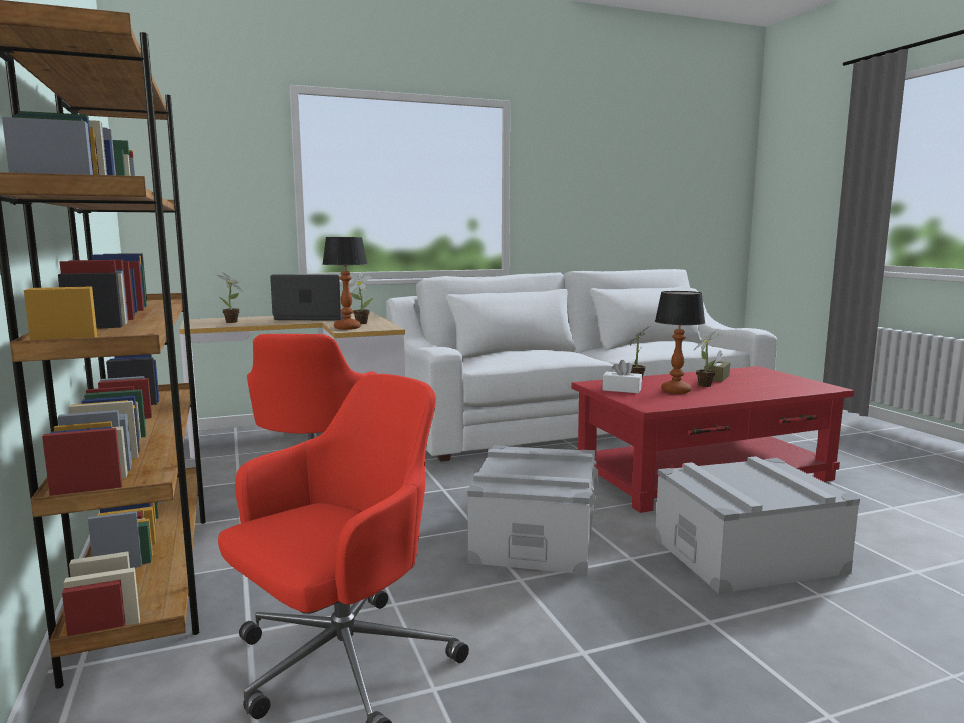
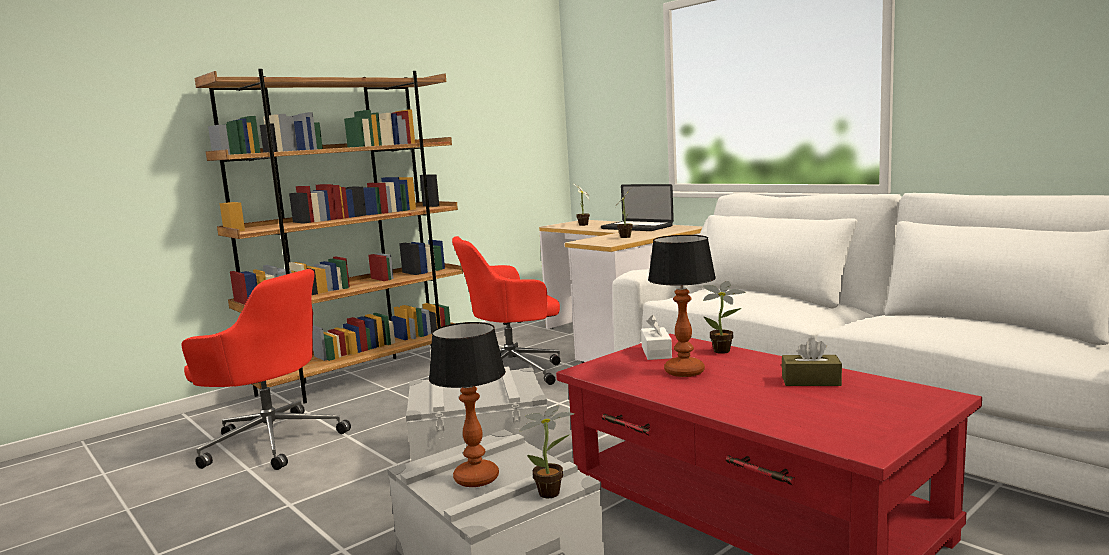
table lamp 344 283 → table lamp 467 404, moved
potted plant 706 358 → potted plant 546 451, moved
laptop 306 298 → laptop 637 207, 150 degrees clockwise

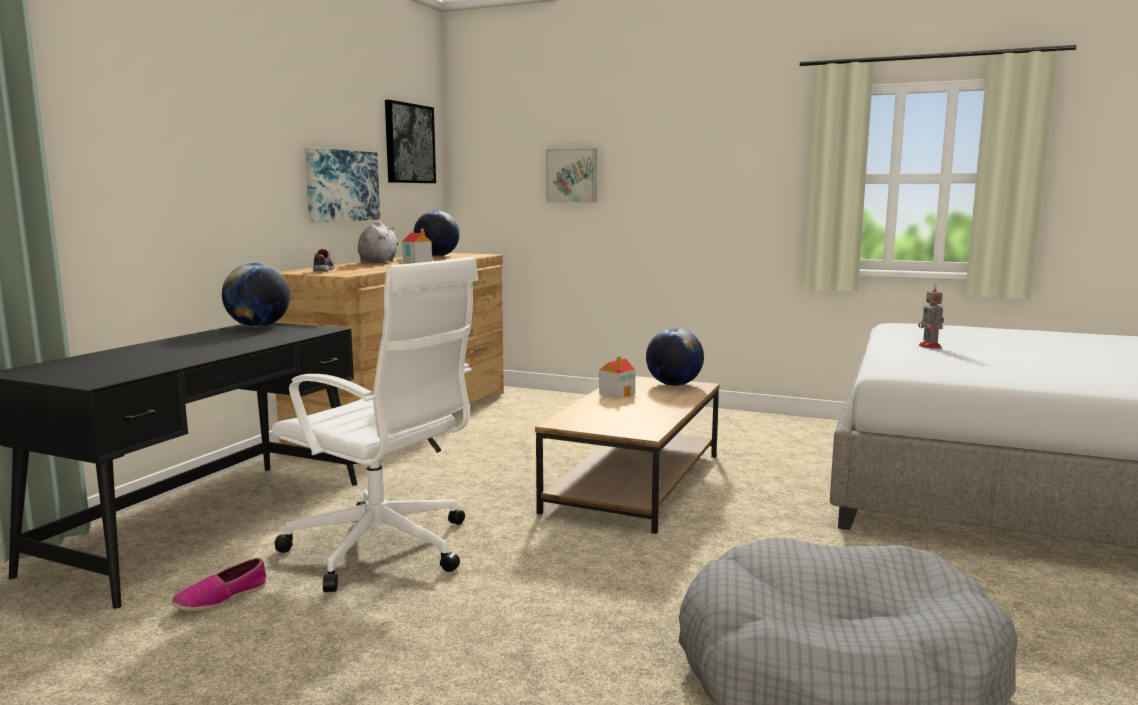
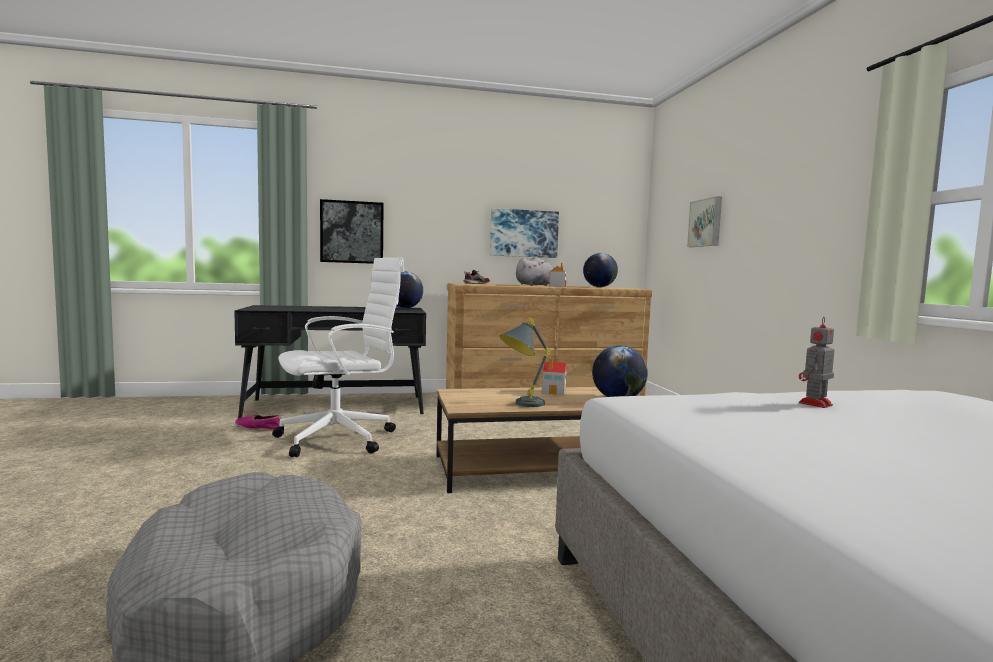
office chair/white 375 424 → office chair/white 338 357, 120 degrees counterclockwise
picture 410 141 → picture 352 231, moved
- → table lamp/grey 525 362

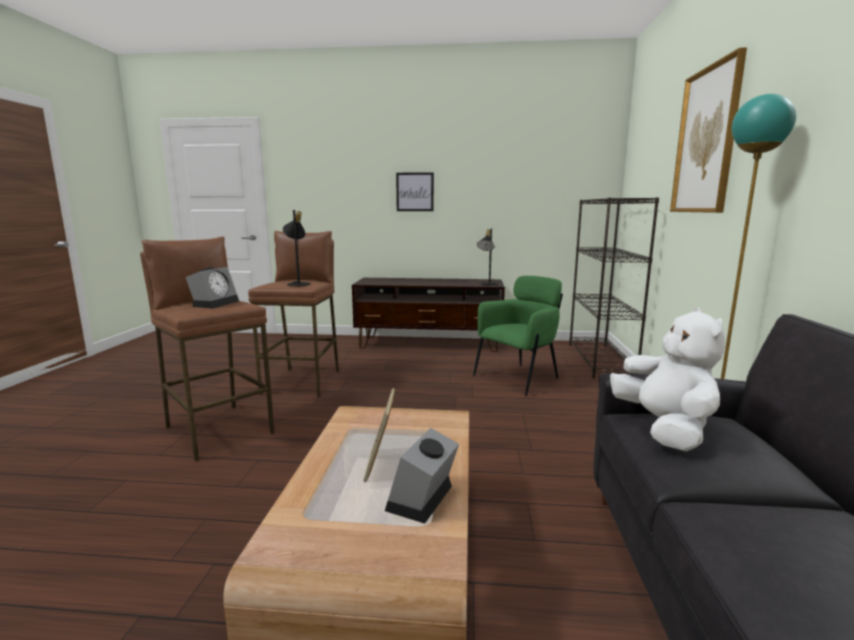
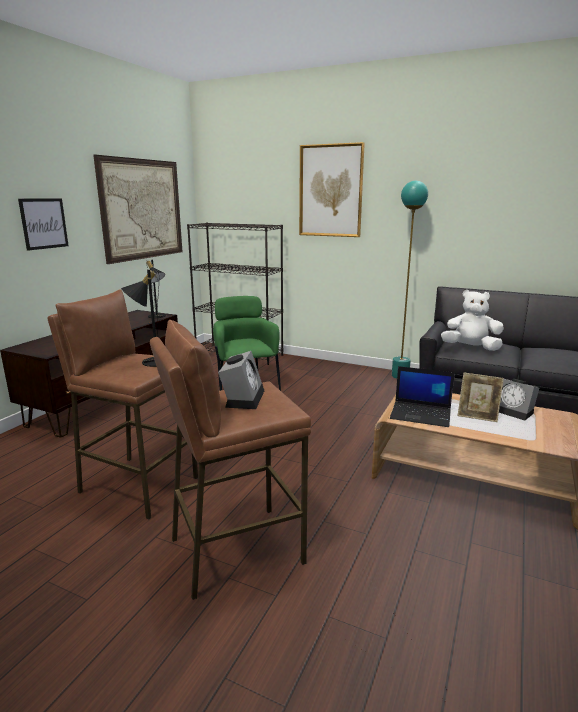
- → picture 137 209
alarm clock 212 287 → alarm clock 241 380, 60 degrees clockwise
- → laptop 422 396

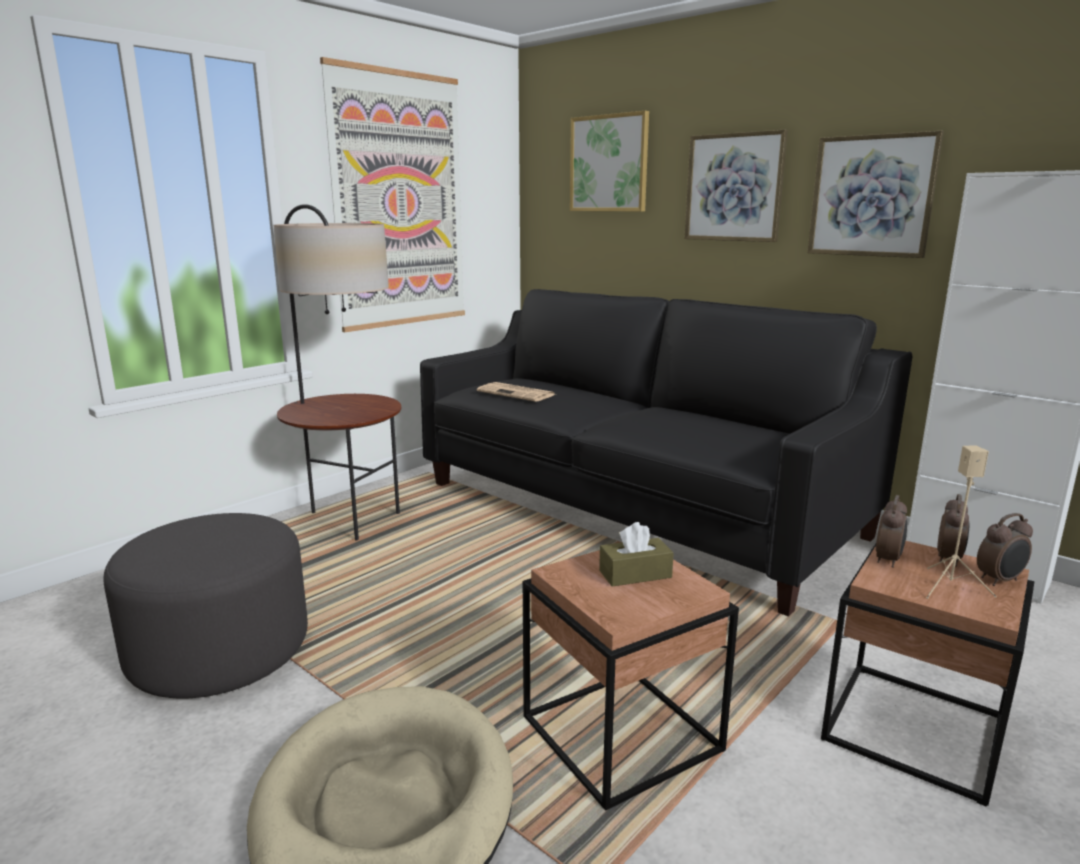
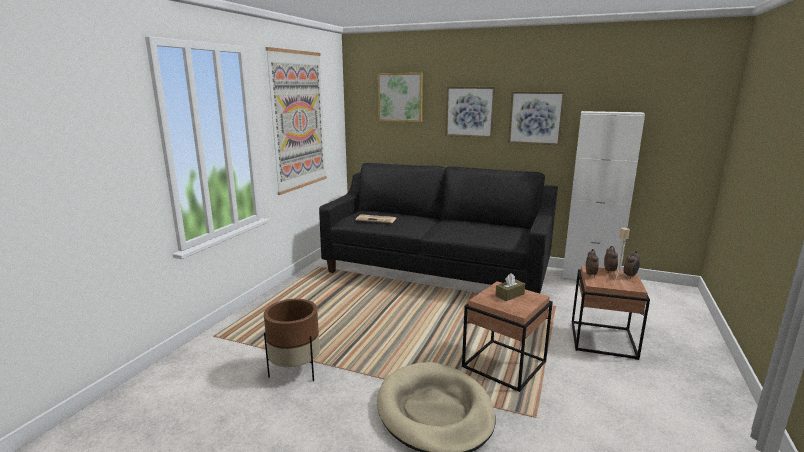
ottoman/grey 205 606 → planter/brown 292 340
floor lamp 337 372 → -

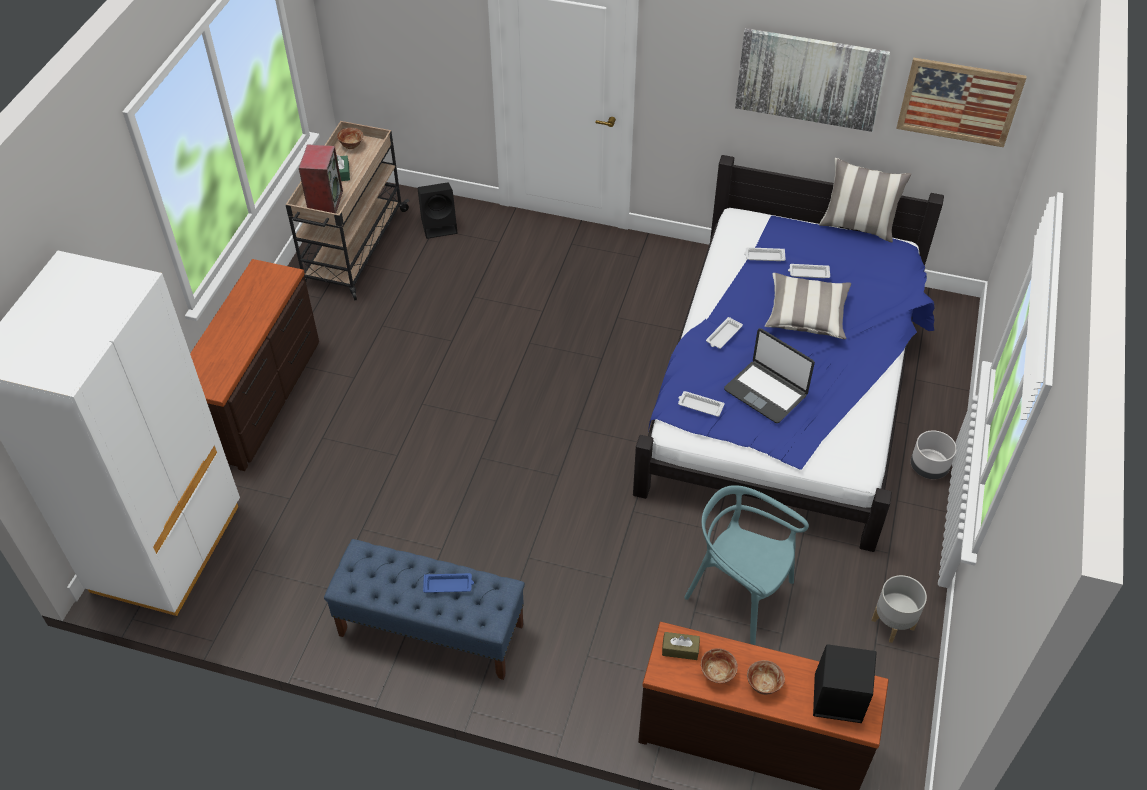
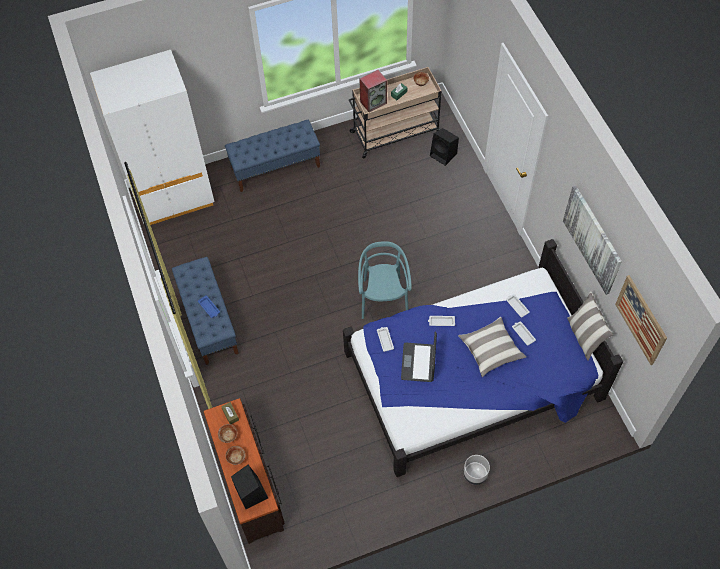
dresser/brown 254 365 → bench/blue 272 156
chair/turquoise 746 565 → chair/turquoise 385 280, moved
planter/grey 899 609 → -

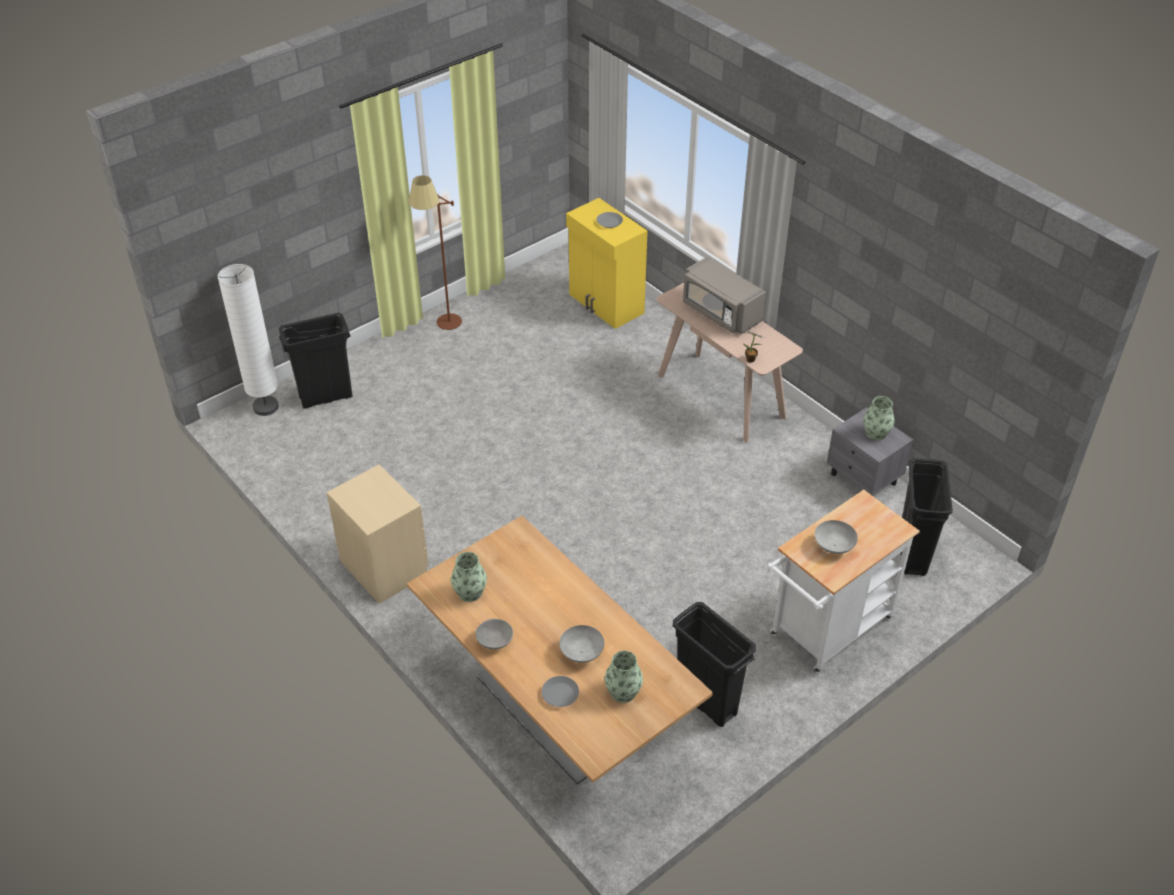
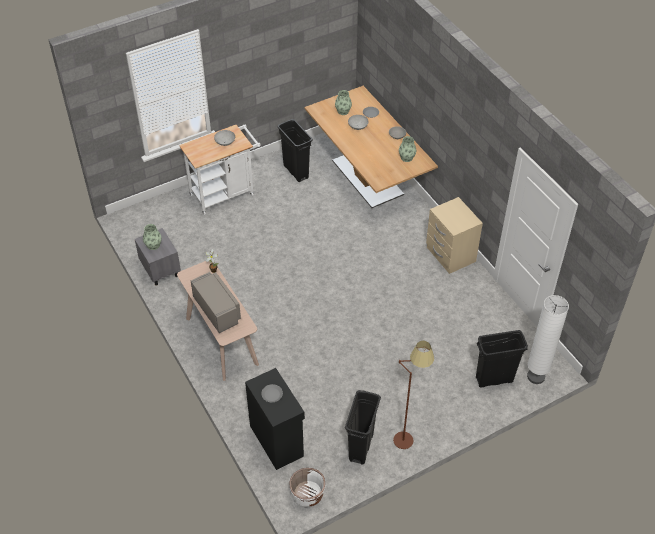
cabinet/yellow 607 263 → cabinet/black 275 419
- → planter/white 307 487
trash can/black 927 517 → trash can/black 363 427, moved

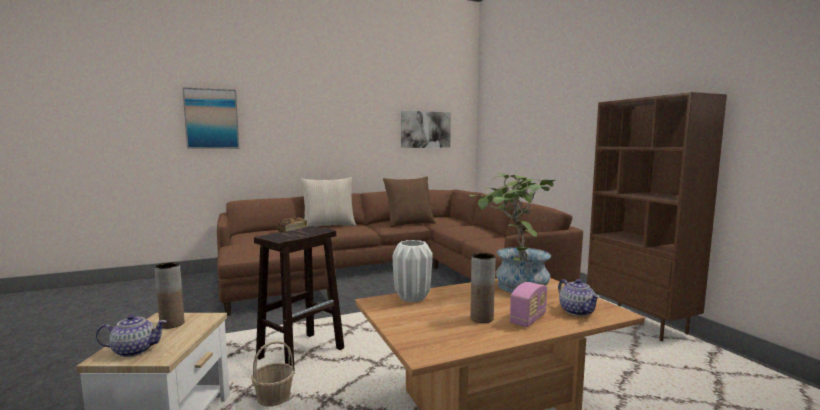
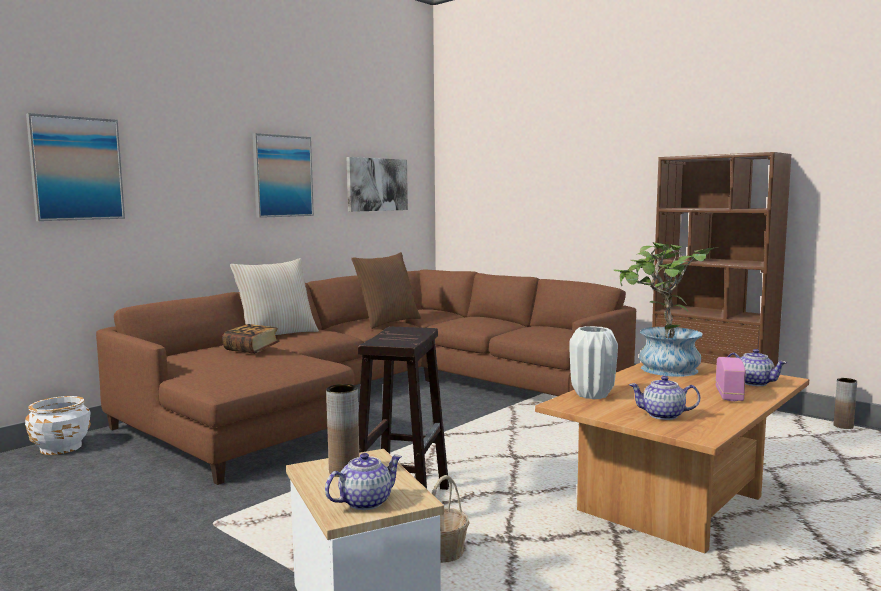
- → planter/white 58 425
- → picture 283 175
- → teapot 664 398
vase/brown 483 288 → vase/brown 845 403, moved

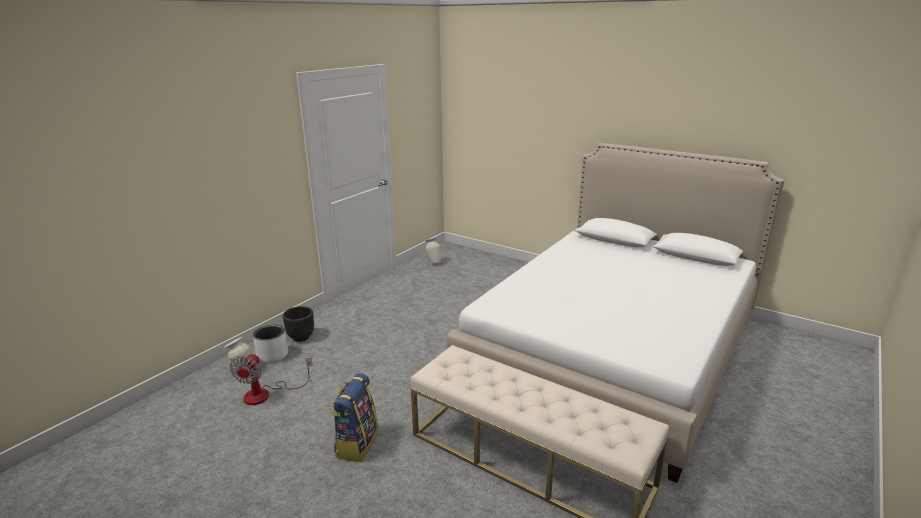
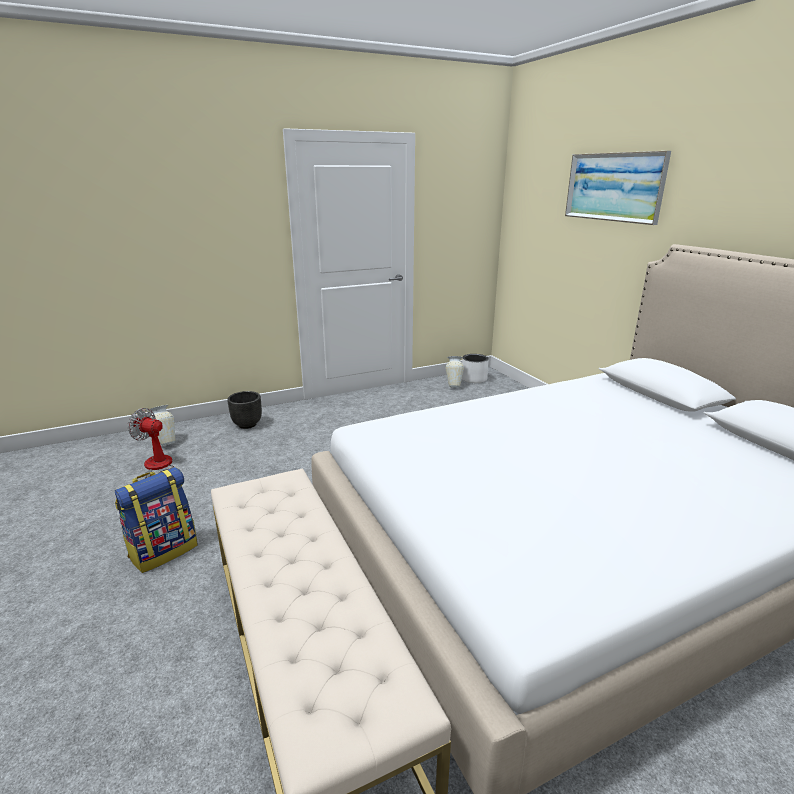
fan 271 379 → fan 151 443, 75 degrees clockwise
planter/white 270 344 → planter/white 475 368, moved
- → picture 618 188

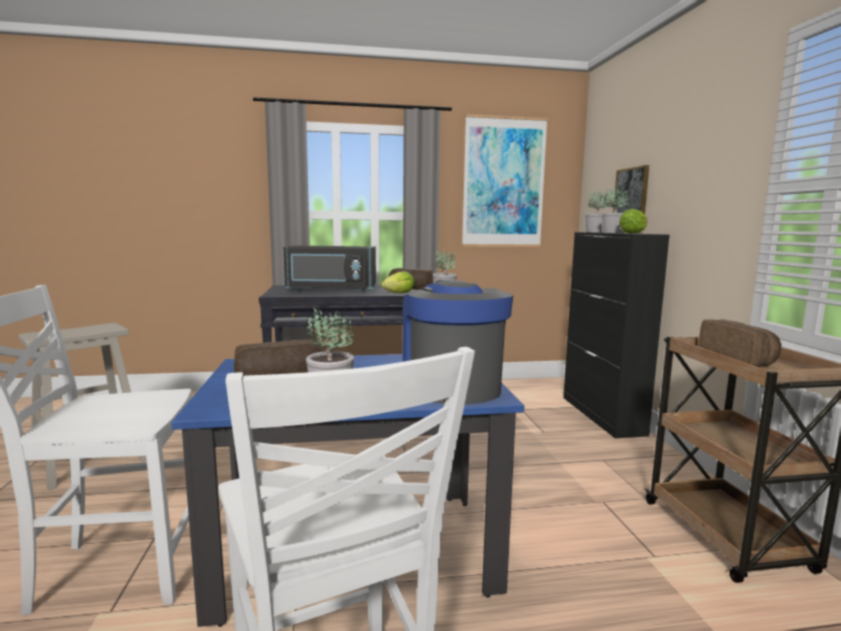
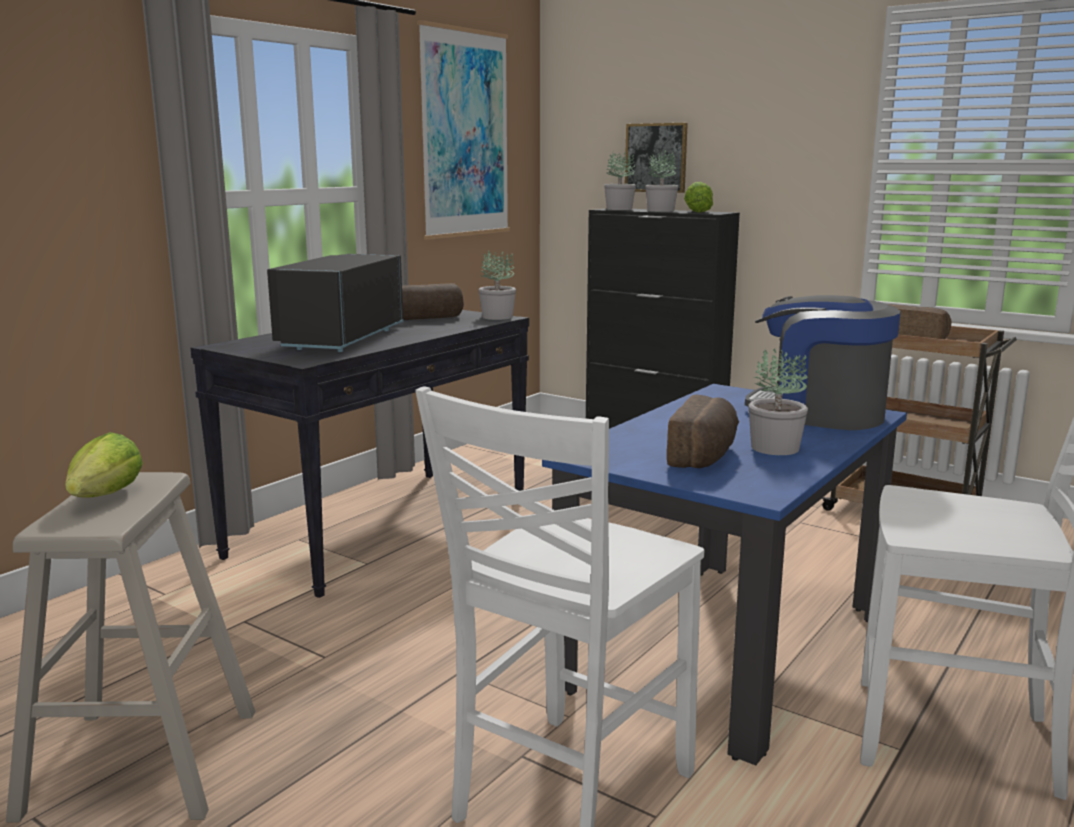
lettuce 397 282 → lettuce 104 465, moved
microwave/black 330 269 → microwave/black 335 303, 150 degrees clockwise

